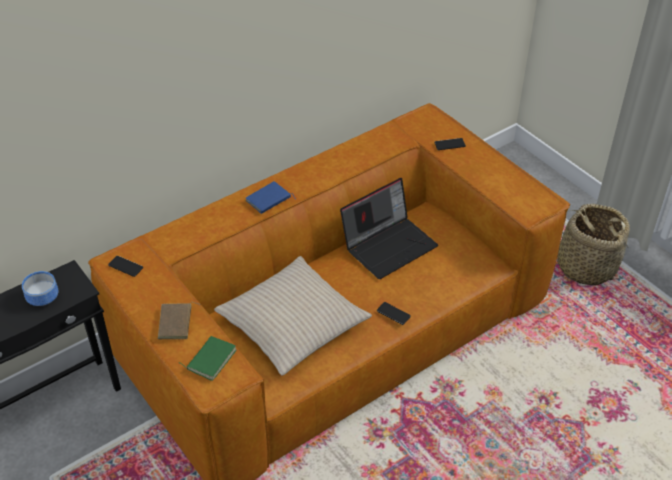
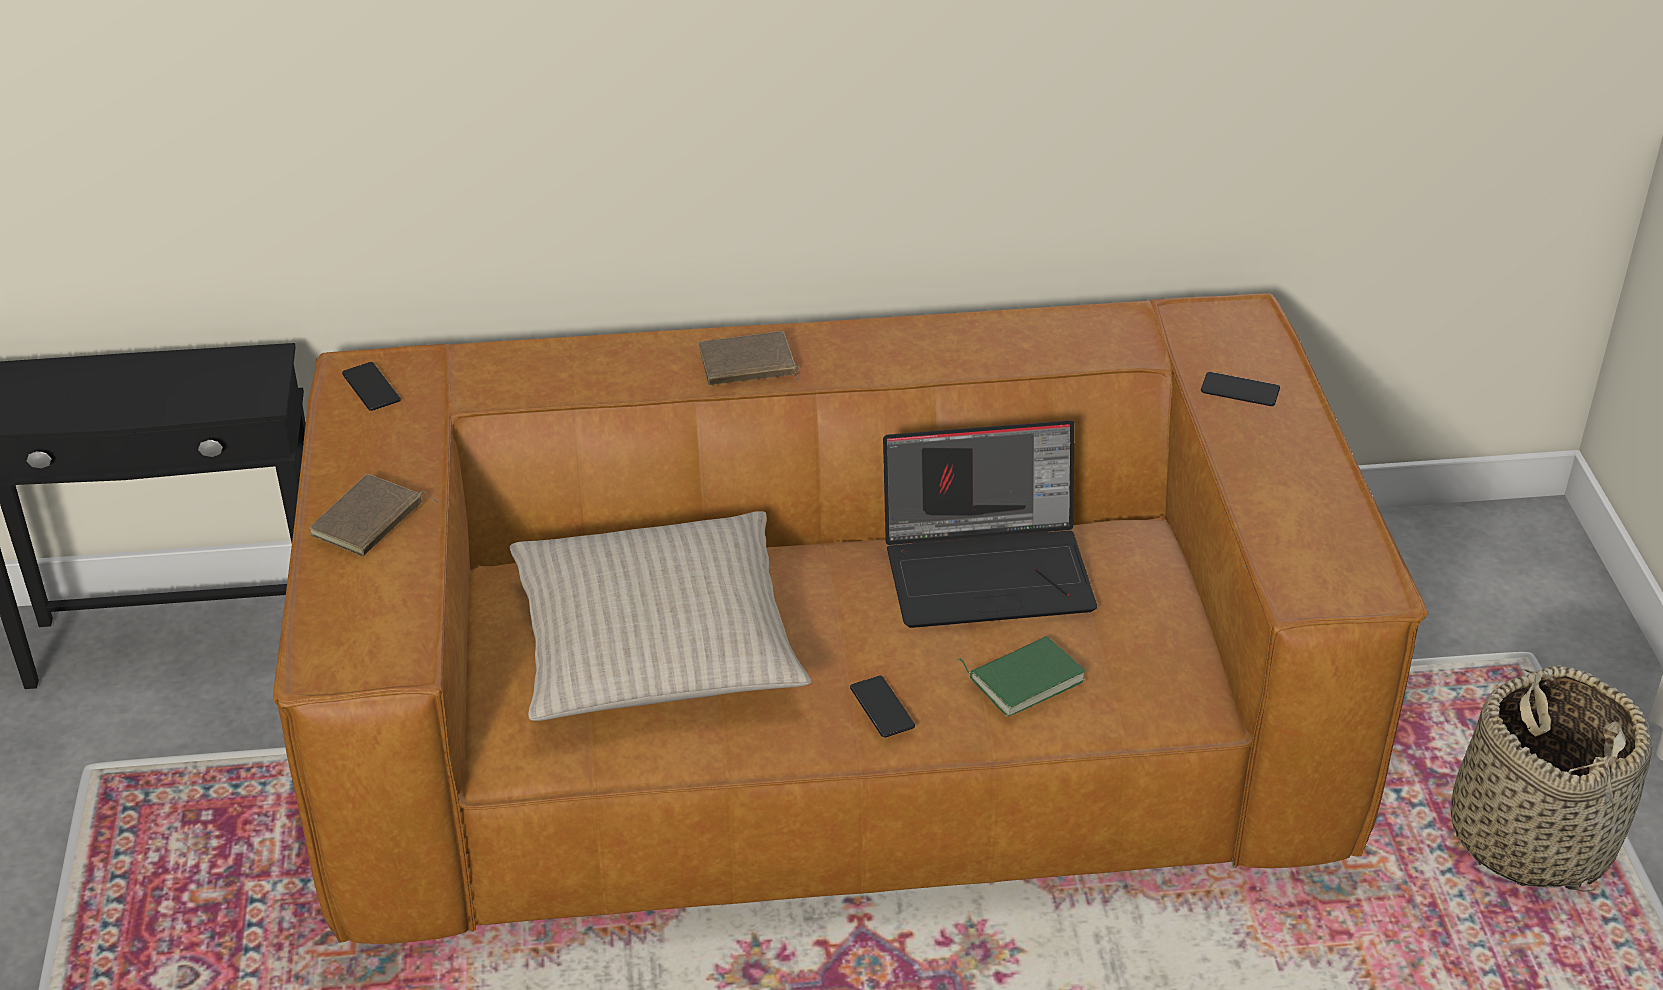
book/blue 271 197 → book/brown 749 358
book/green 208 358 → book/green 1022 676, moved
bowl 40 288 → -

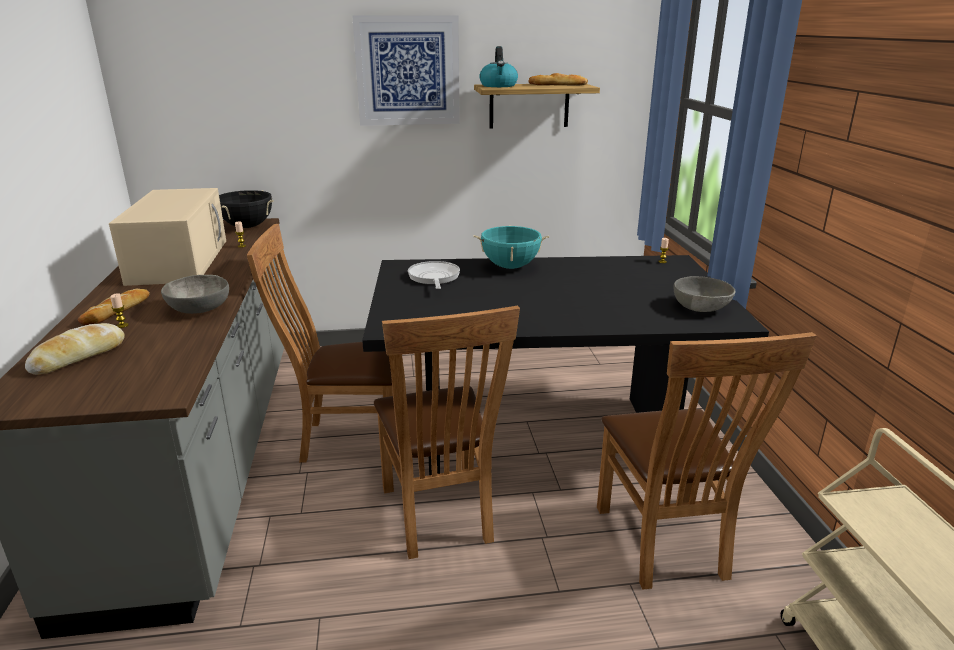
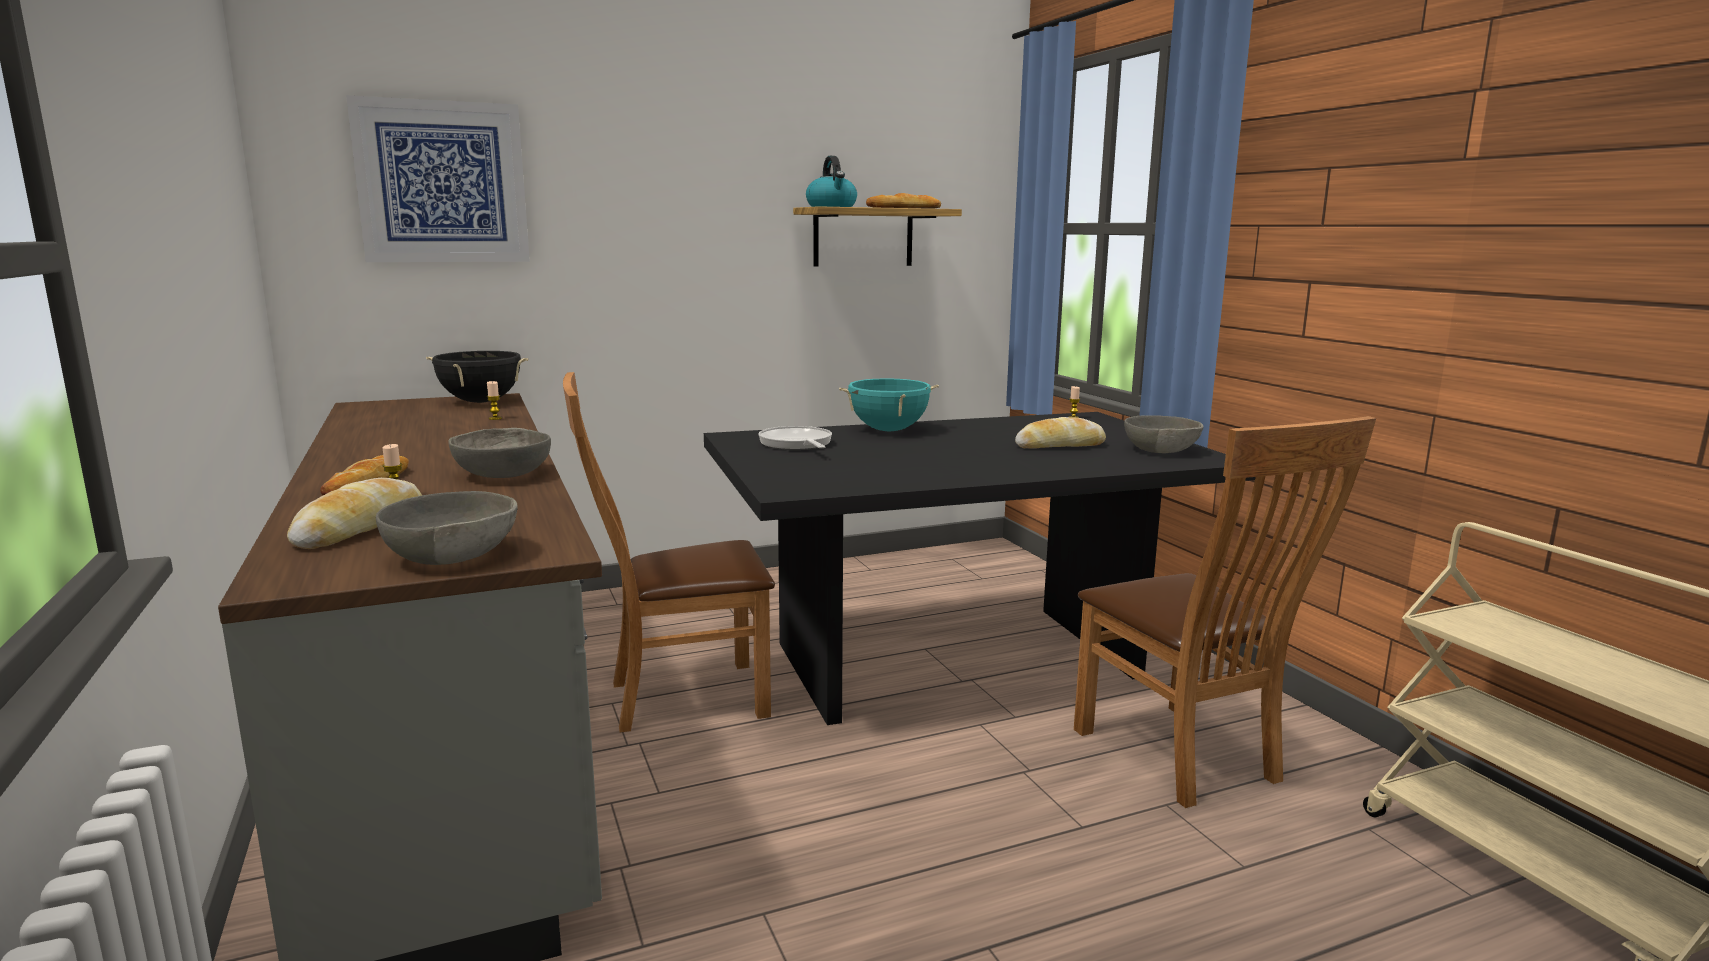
picture 406 70 → picture 438 178, moved
- → bowl/grey 447 528
- → bread 1060 433
microwave/beige 167 237 → -
chair/brown 447 432 → -

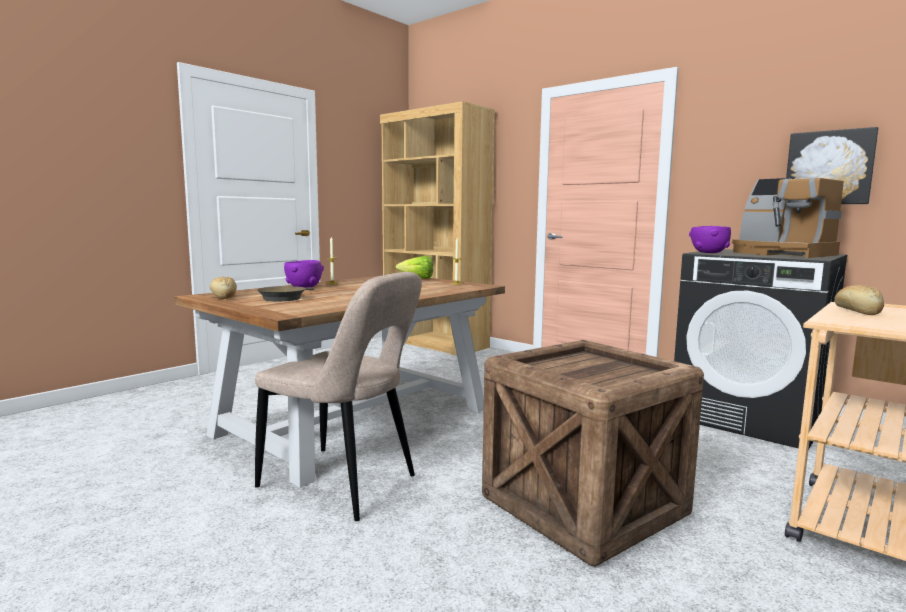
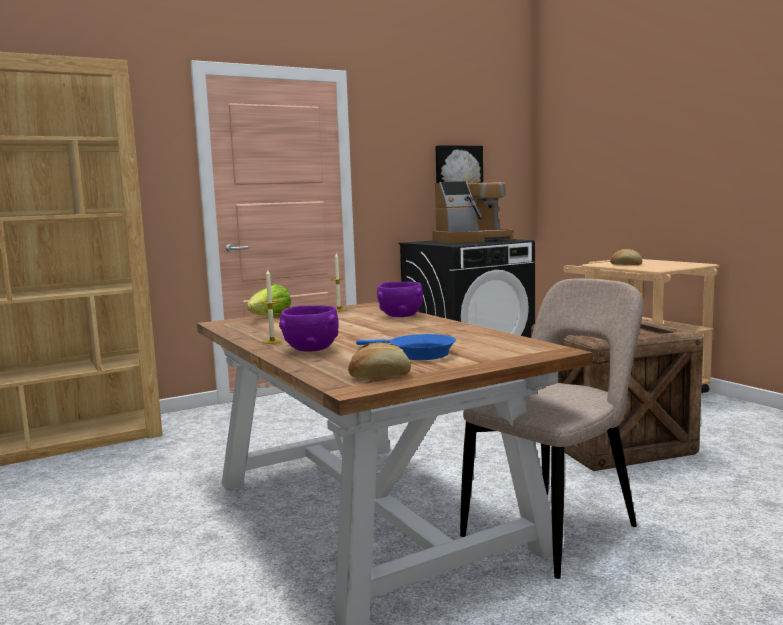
frying pan/brown 286 293 → frying pan/blue 406 347
bowl/purple 710 239 → bowl/purple 400 299, moved

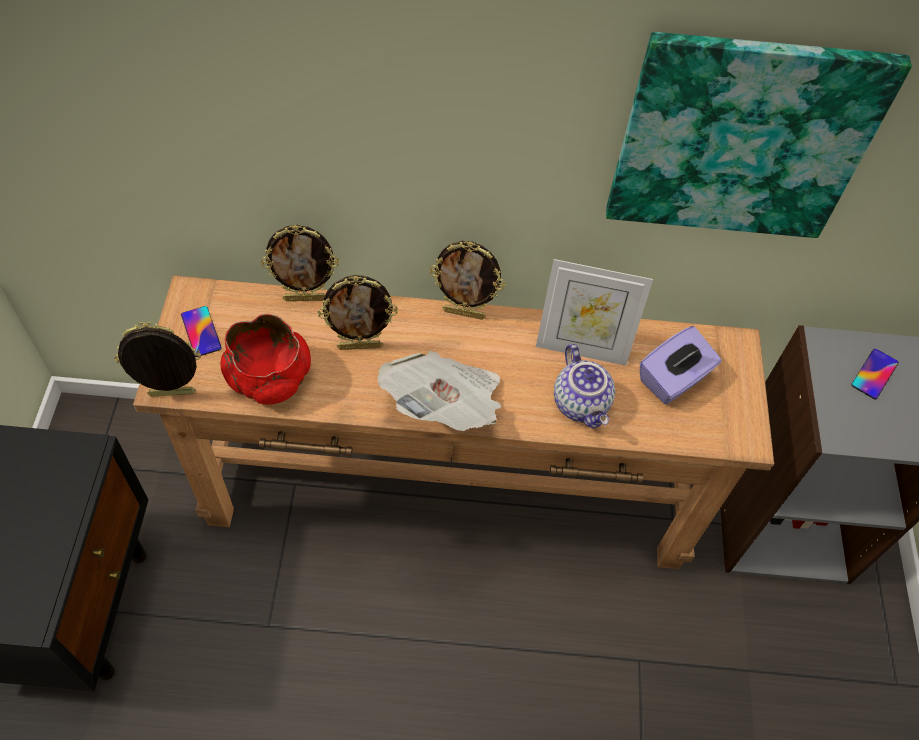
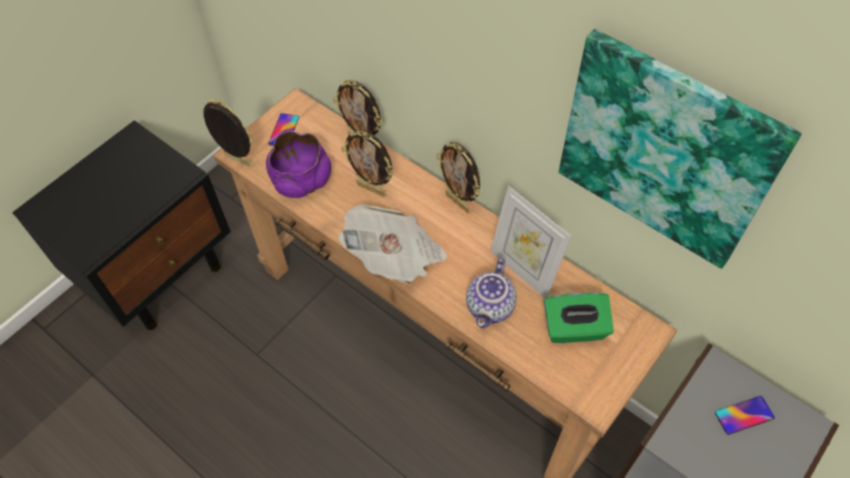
bowl/red 265 359 → bowl/purple 298 164
tissue box/purple 680 365 → tissue box/green 579 318

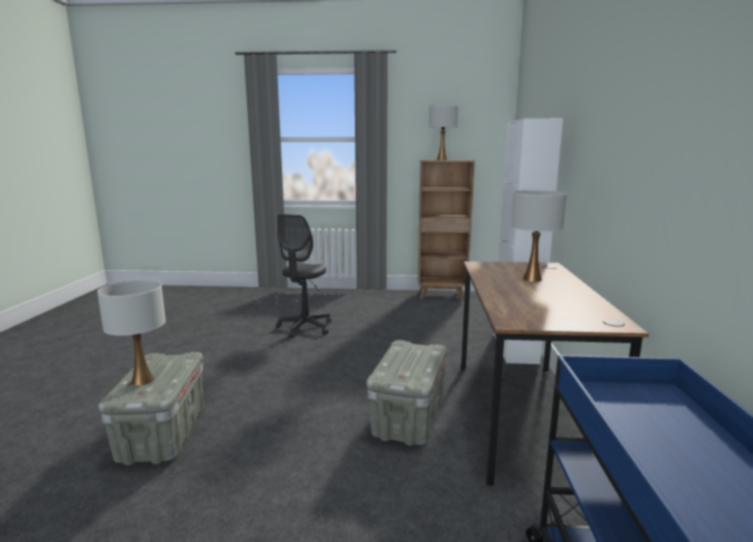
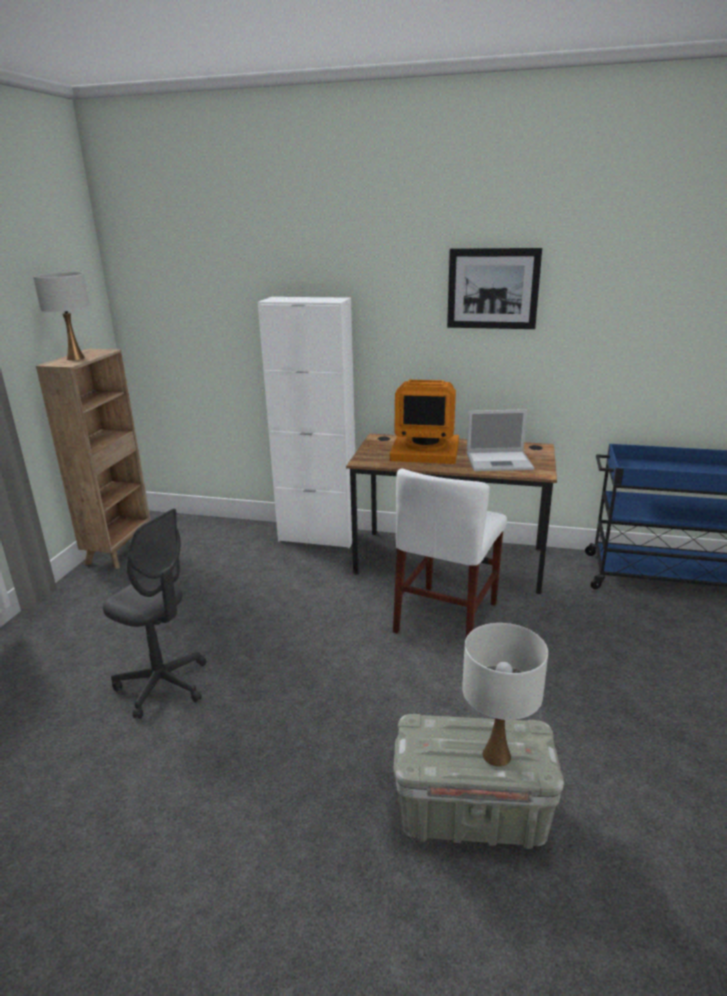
table lamp/white 539 236 → monitor 424 422
storage box/grey 406 393 → chair/white 450 552
- → picture 494 288
- → laptop 500 440

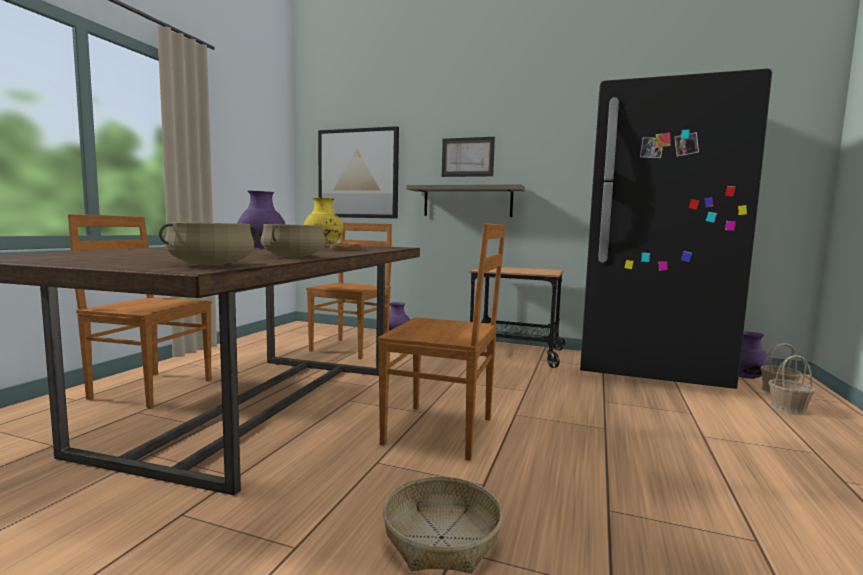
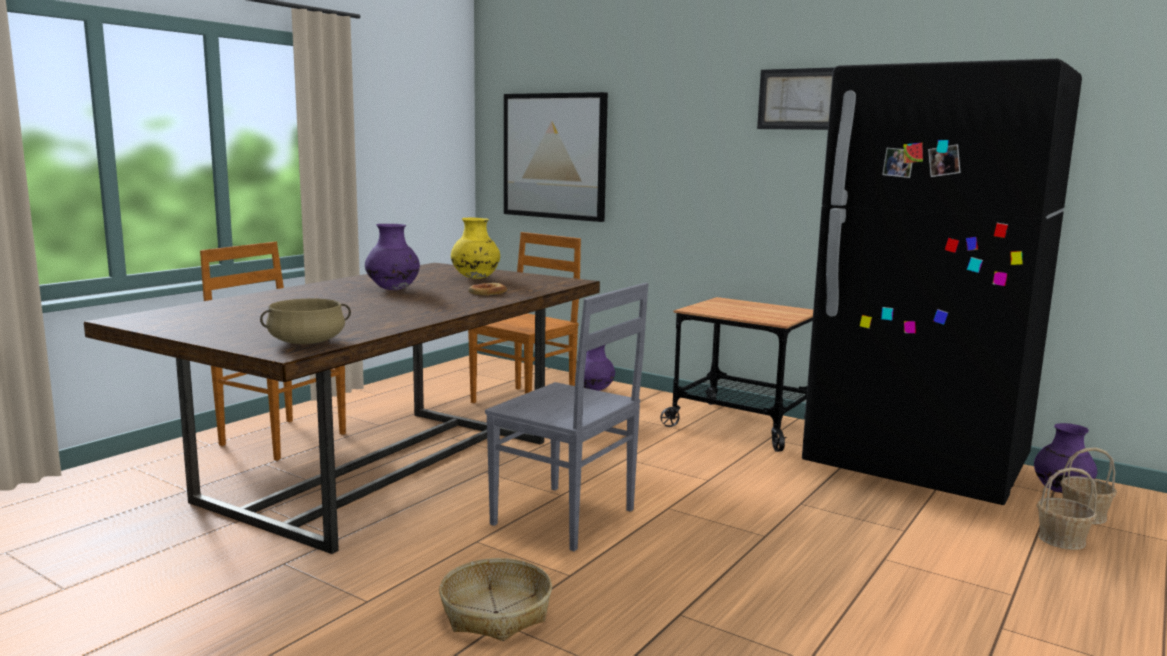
chair/brown 441 342 → chair/grey 566 417
picture 468 157 → picture 795 98, moved
cooking pot/beige 293 240 → -
shelf 465 200 → -

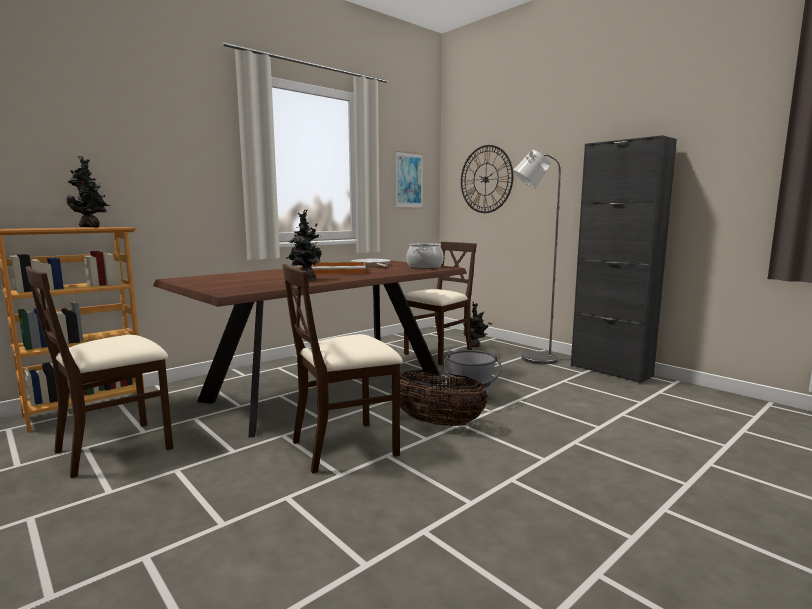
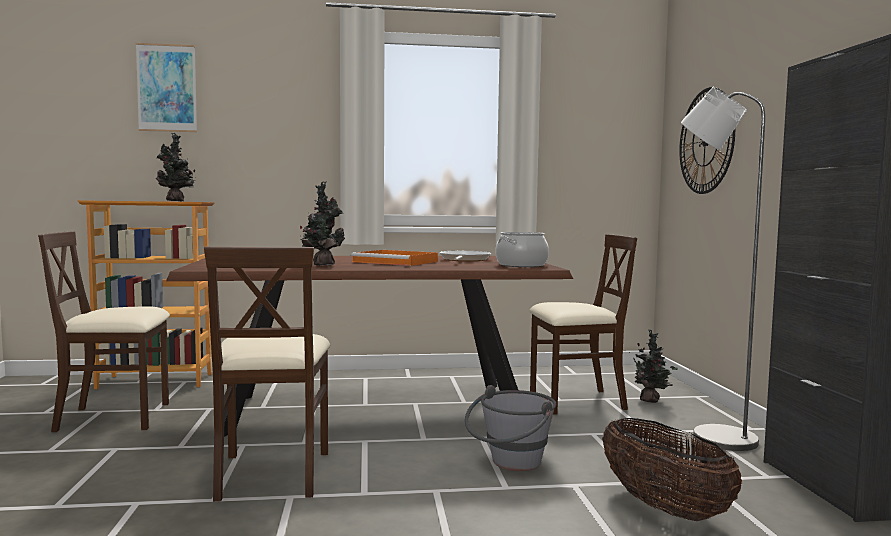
picture 409 180 → picture 166 87, moved
chair/beige 342 368 → chair/beige 267 374, 105 degrees counterclockwise
basket 444 398 → basket 672 469, moved

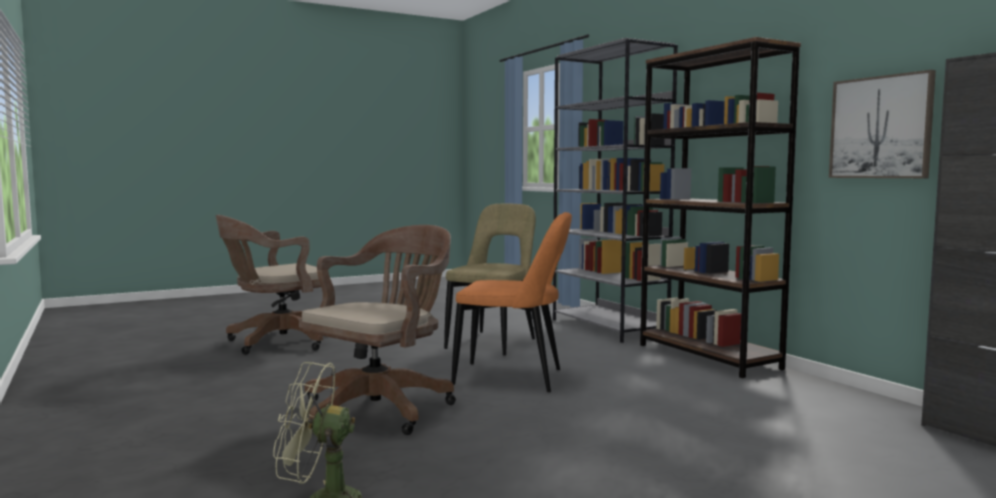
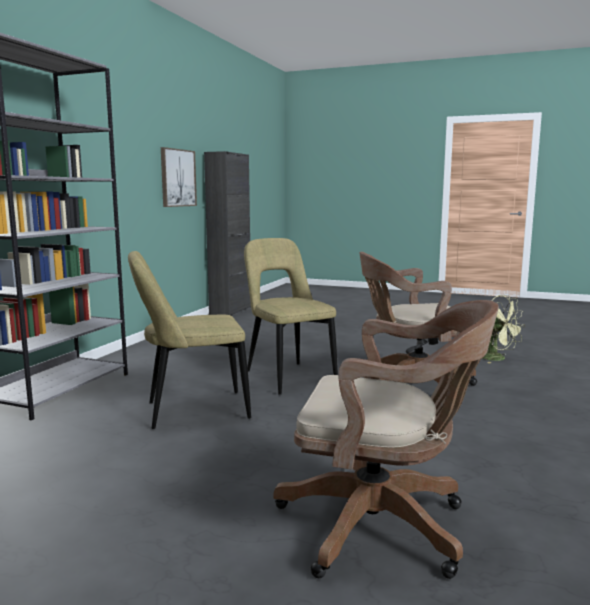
chair/orange 511 302 → chair/beige 291 316
bookcase/brown 720 207 → -

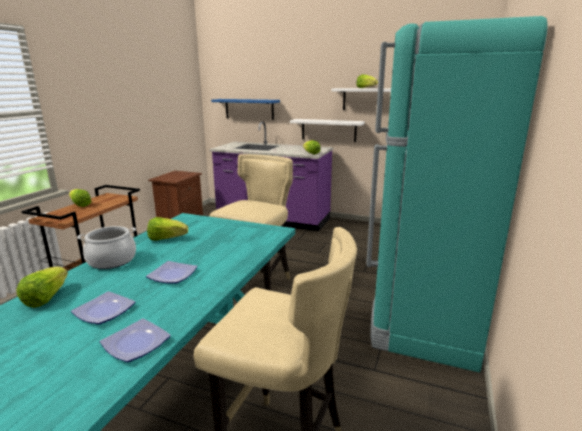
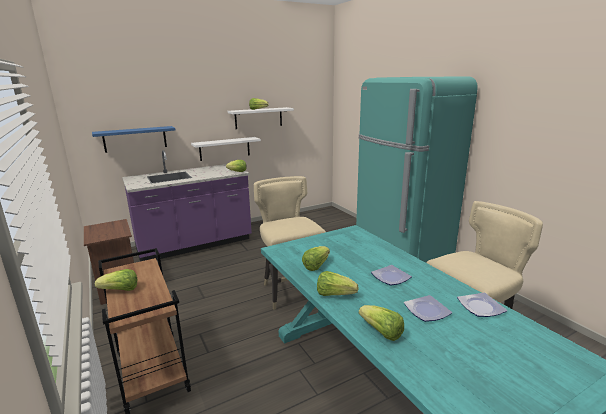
cooking pot 106 247 → lettuce 338 283

